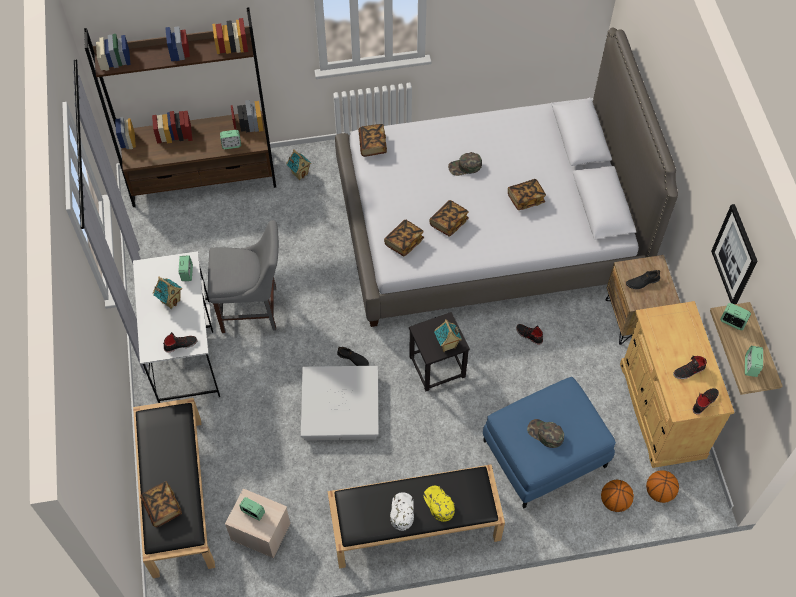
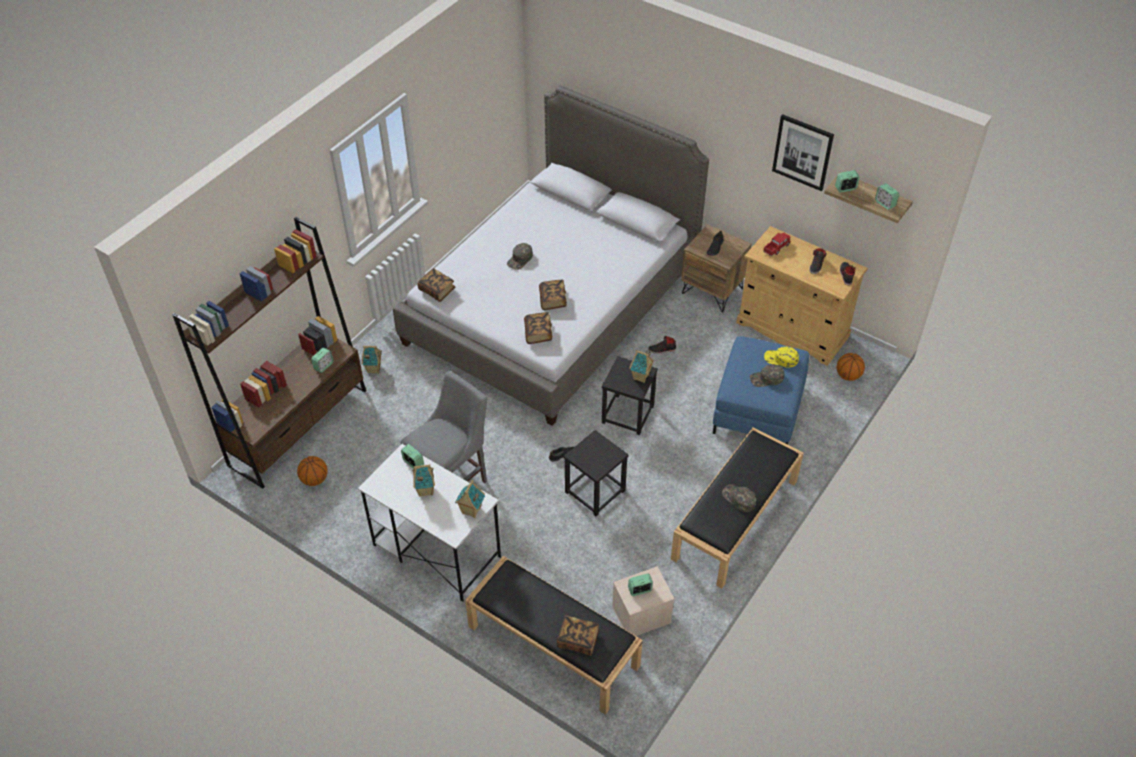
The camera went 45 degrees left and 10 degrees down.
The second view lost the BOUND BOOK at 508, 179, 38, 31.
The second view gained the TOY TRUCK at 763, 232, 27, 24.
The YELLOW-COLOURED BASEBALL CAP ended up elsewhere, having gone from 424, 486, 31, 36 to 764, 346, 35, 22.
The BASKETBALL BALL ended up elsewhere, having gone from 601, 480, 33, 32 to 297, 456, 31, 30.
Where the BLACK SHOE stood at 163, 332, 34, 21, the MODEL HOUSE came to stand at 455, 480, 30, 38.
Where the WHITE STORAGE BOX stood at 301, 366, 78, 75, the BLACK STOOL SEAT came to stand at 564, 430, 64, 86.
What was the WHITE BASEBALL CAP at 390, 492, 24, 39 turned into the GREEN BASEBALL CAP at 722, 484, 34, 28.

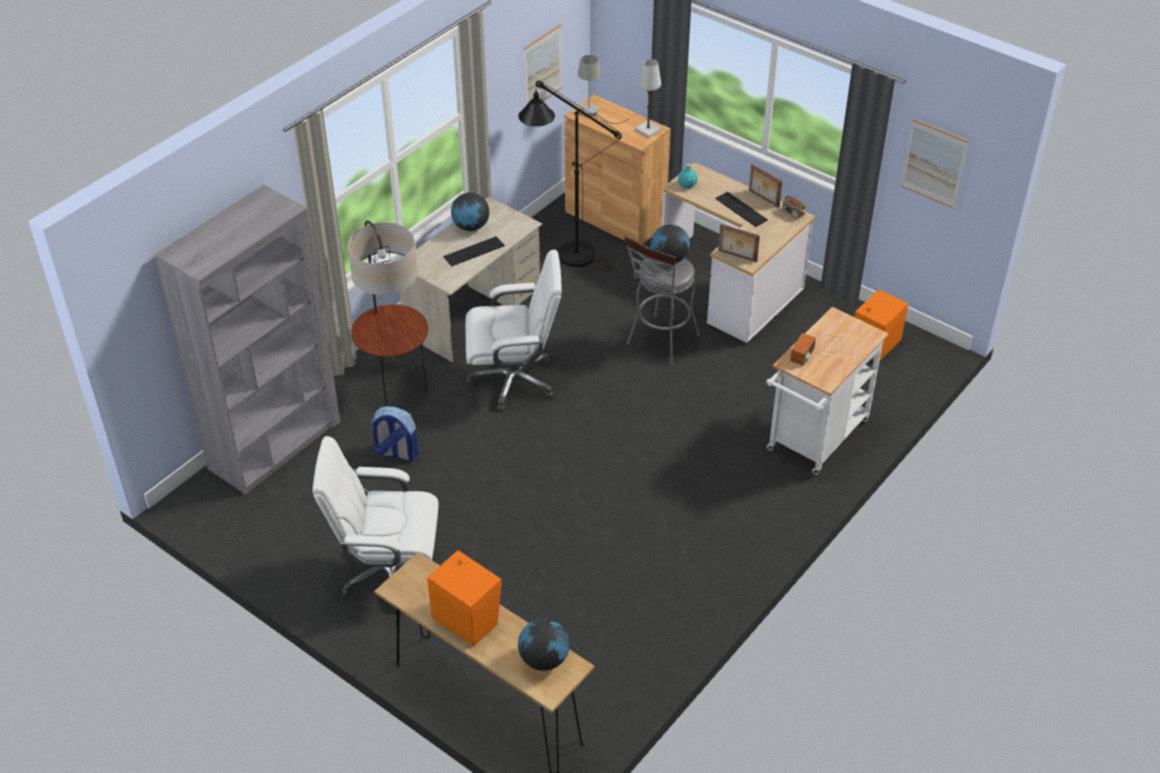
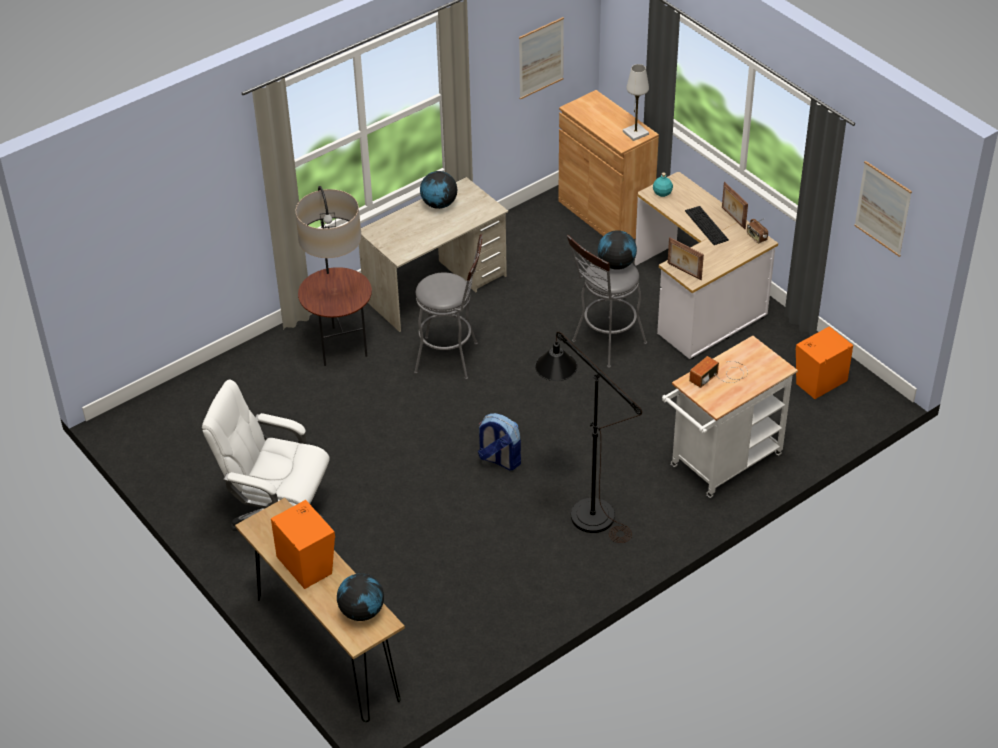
The camera went 15 degrees right and 0 degrees up.
The second view lost the GREYISH BOOKCASE at 154, 184, 186, 310.
The second view lost the COMPUTER KEYBOARD at 443, 236, 62, 30.
The second view lost the GREYISH LAMP FOR A TABLE at 578, 55, 50, 69.
The KNAPSACK ended up elsewhere, having gone from 371, 406, 48, 56 to 478, 413, 43, 57.
The BLACK STANDARD LAMP ended up elsewhere, having gone from 518, 80, 104, 191 to 535, 332, 107, 211.
Where the WHITE OFFICE CHAIR stood at 465, 250, 97, 161, the GREYISH STOOL SEAT came to stand at 414, 234, 68, 146.

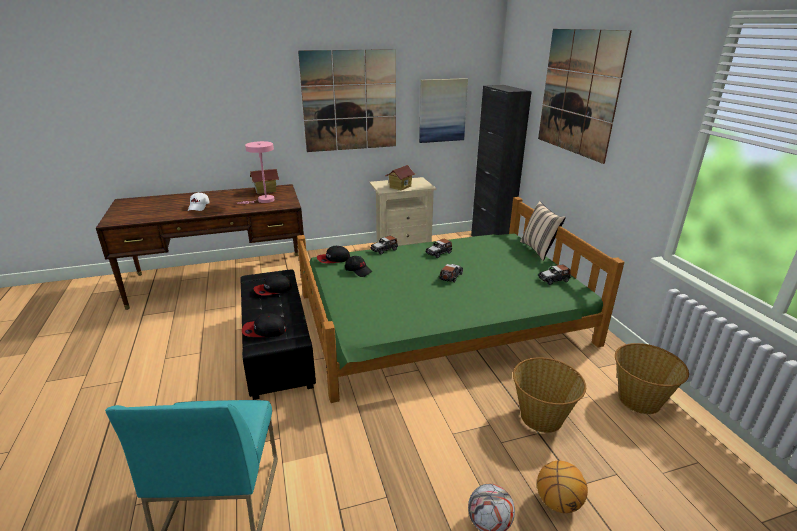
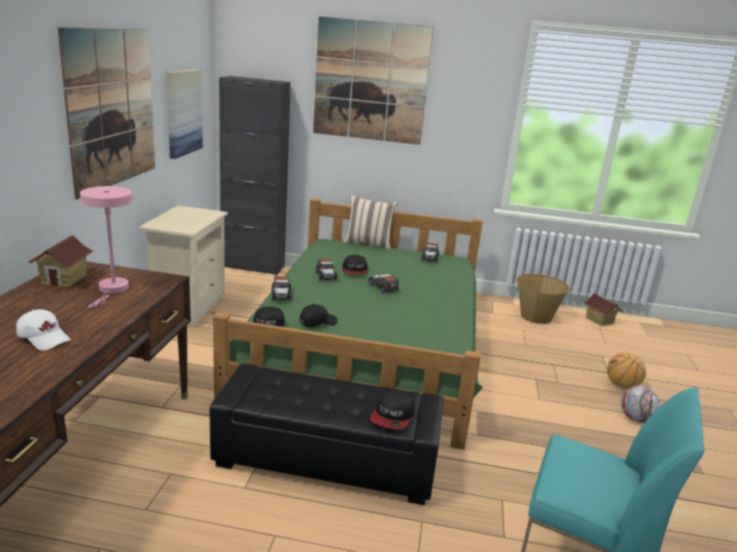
The camera went 65 degrees left and 5 degrees down.
The second view lost the BASKET at 513, 357, 73, 76.
The BASEBALL CAP ended up elsewhere, having gone from 253, 274, 39, 22 to 343, 255, 25, 19.
The MODEL HOUSE ended up elsewhere, having gone from 385, 165, 30, 25 to 584, 293, 39, 33.

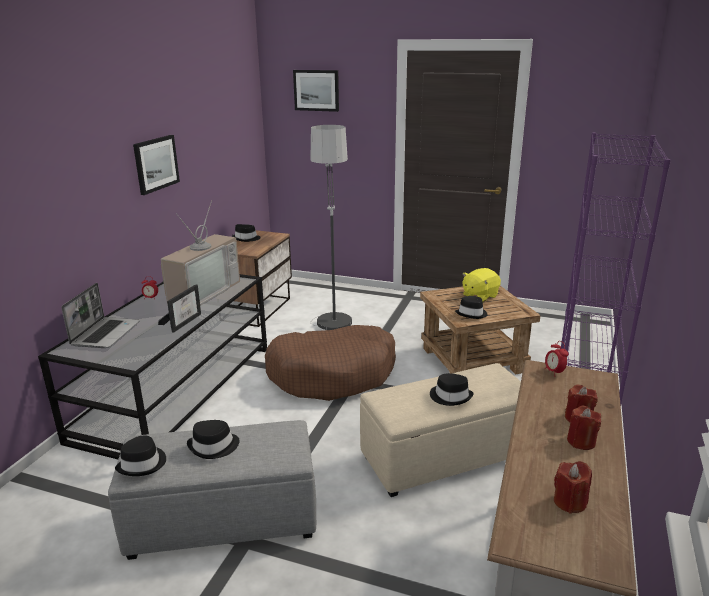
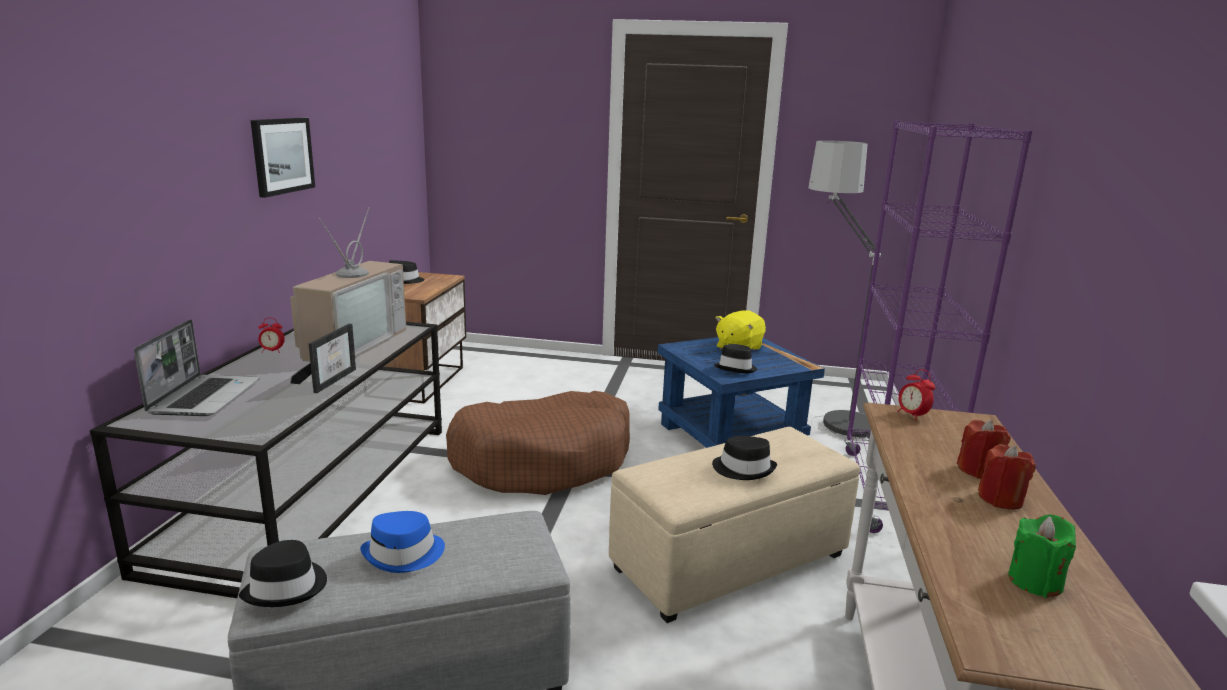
The camera went 10 degrees left and 5 degrees down.
The second view lost the WALL ART at 293, 70, 46, 42.
The STANDARD LAMP ended up elsewhere, having gone from 310, 125, 42, 205 to 808, 140, 73, 301.
What was the BLACK WEARABLE HAT at 187, 420, 53, 39 turned into the BLUE WEARABLE HAT at 360, 511, 85, 62.
What was the BROWN END TABLE at 420, 286, 121, 88 turned into the BLUE END TABLE at 658, 337, 167, 111.
What was the RED-COLOURED WAX LIGHT at 554, 461, 38, 53 turned into the GREEN WAX LIGHT at 1008, 514, 68, 84.

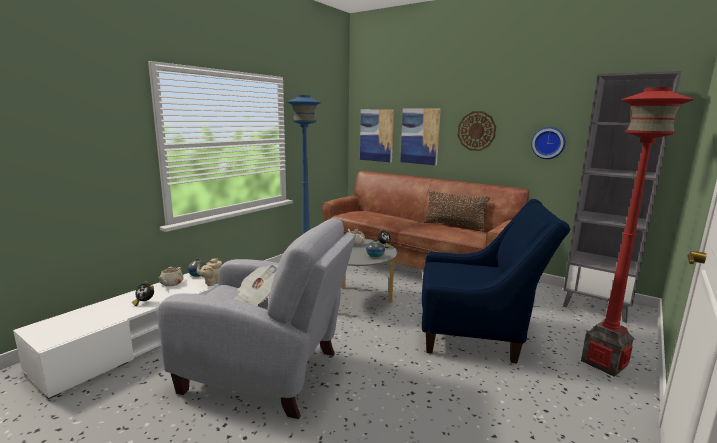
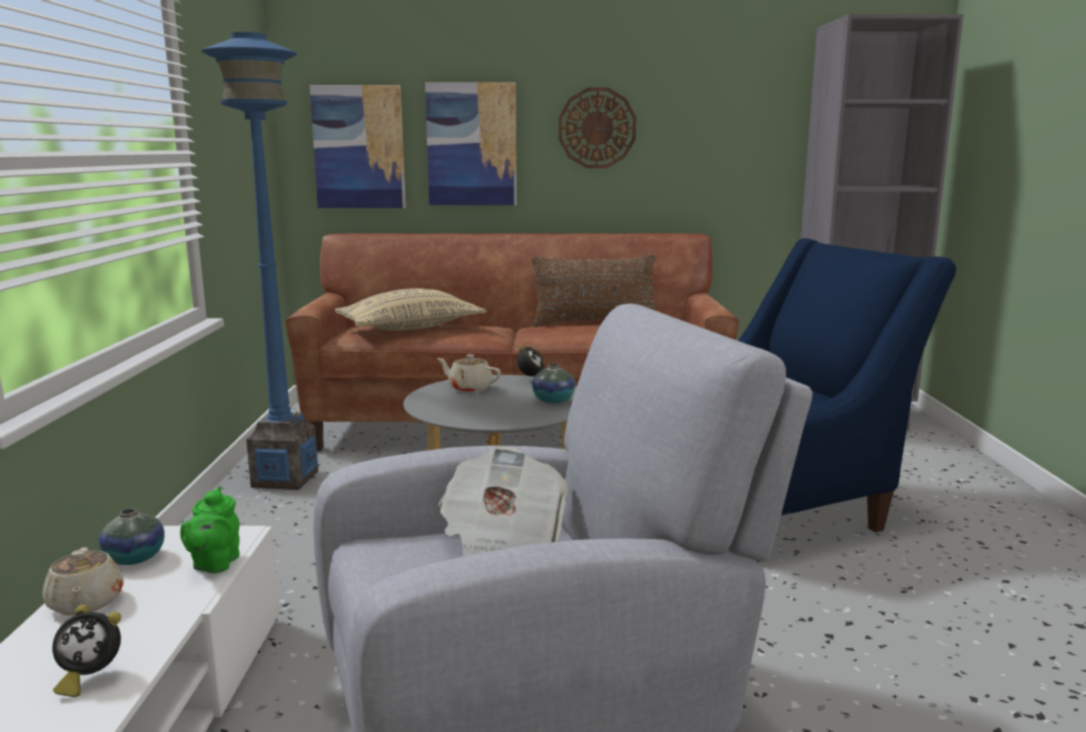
The camera went 35 degrees left and 0 degrees up.
The second view lost the CLOCK ON THE WALL at 531, 127, 35, 32.
The second view lost the RED-COLOURED STANDARD LAMP at 581, 87, 113, 290.
The second view gained the BEIGE-COLOURED THROW PILLOW at 335, 288, 152, 43.
What was the BEIGE-COLOURED POT FOR TEA at 197, 258, 25, 28 turned into the GREEN POT FOR TEA at 180, 487, 60, 87.

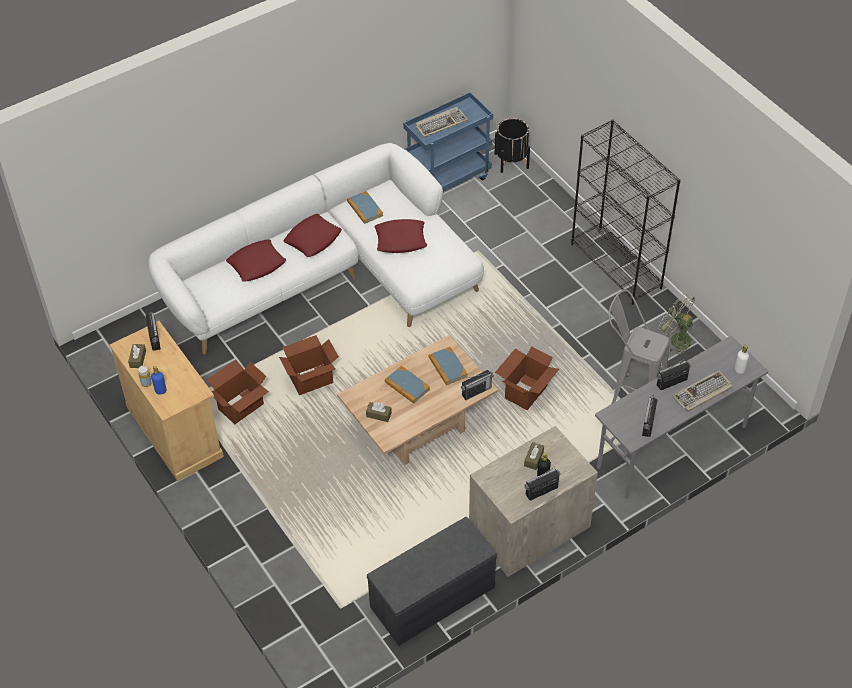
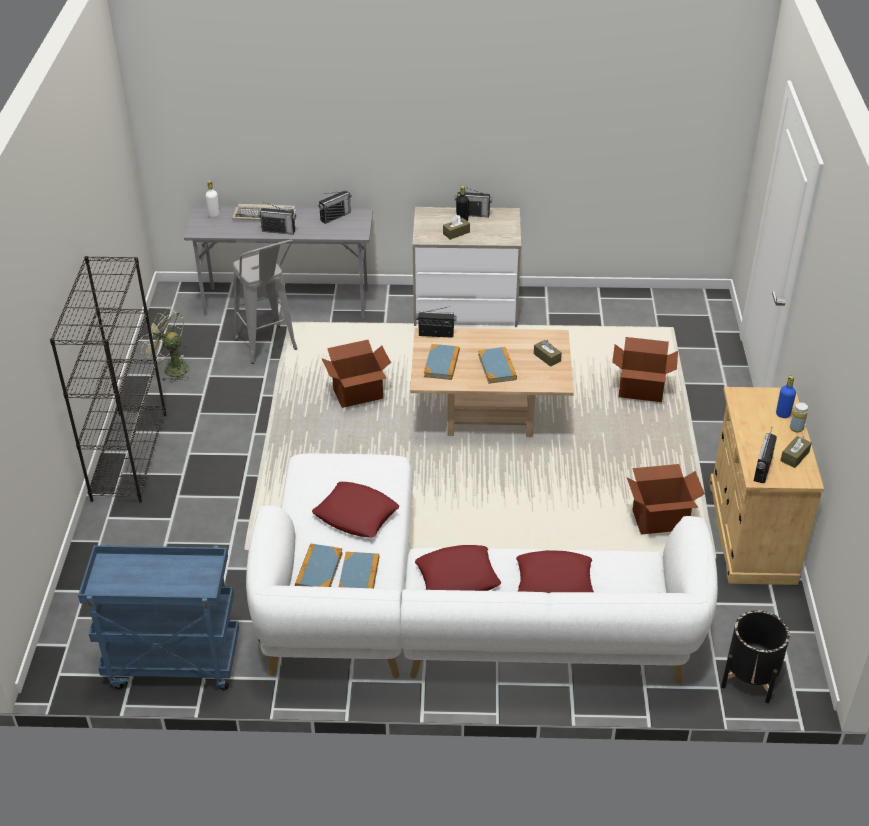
The camera went 145 degrees left and 10 degrees down.
The second view lost the GREYISH LONG SEAT at 367, 517, 130, 129.
The second view lost the COMPUTER KEYBOARD at 415, 107, 53, 31.
The second view gained the BOUND BOOK at 295, 544, 48, 43.
The CARDBOARD BOX ended up elsewhere, having gone from 279, 335, 60, 60 to 612, 337, 66, 65.
The BLACK PLANTER ended up elsewhere, having gone from 495, 118, 35, 55 to 721, 610, 69, 93.
The GREEN COOLING FAN at 658, 293, 37, 62 ended up facing another way, 135 degrees clockwise from before.

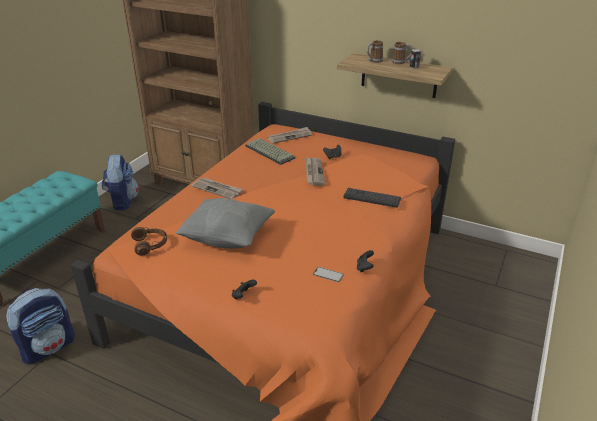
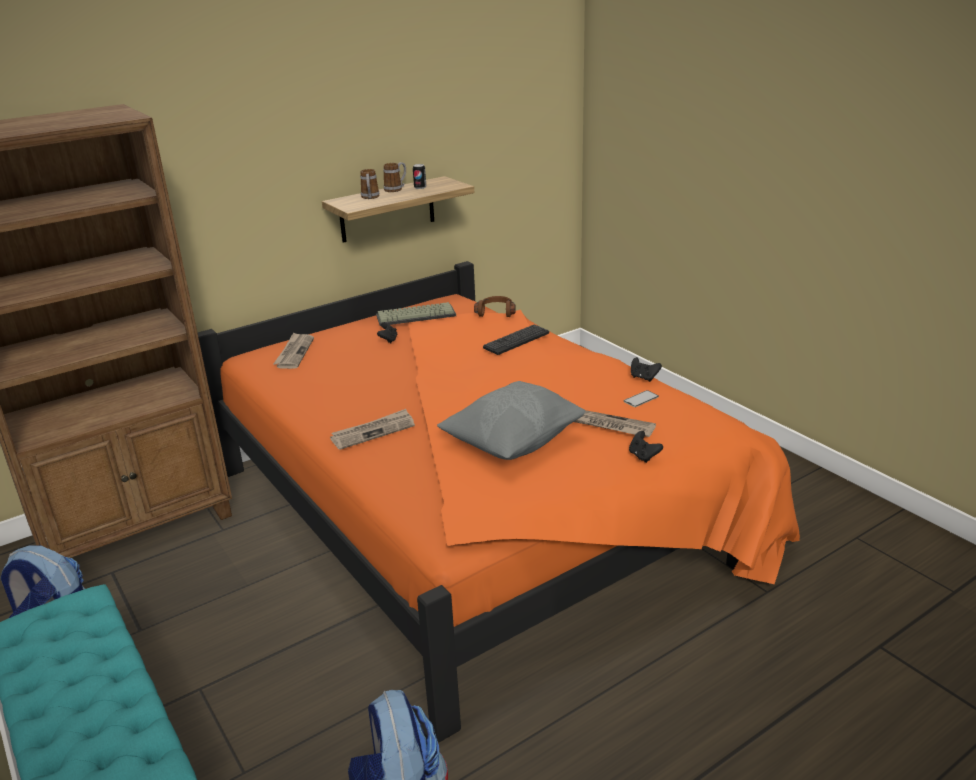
The camera went 60 degrees left and 5 degrees down.
The BROWN HEADSET ended up elsewhere, having gone from 131, 227, 36, 29 to 474, 296, 42, 21.
The COMPUTER KEYBOARD ended up elsewhere, having gone from 245, 138, 50, 27 to 376, 302, 80, 24.
The PRINTED PAPER ended up elsewhere, having gone from 306, 157, 20, 28 to 574, 410, 82, 27.

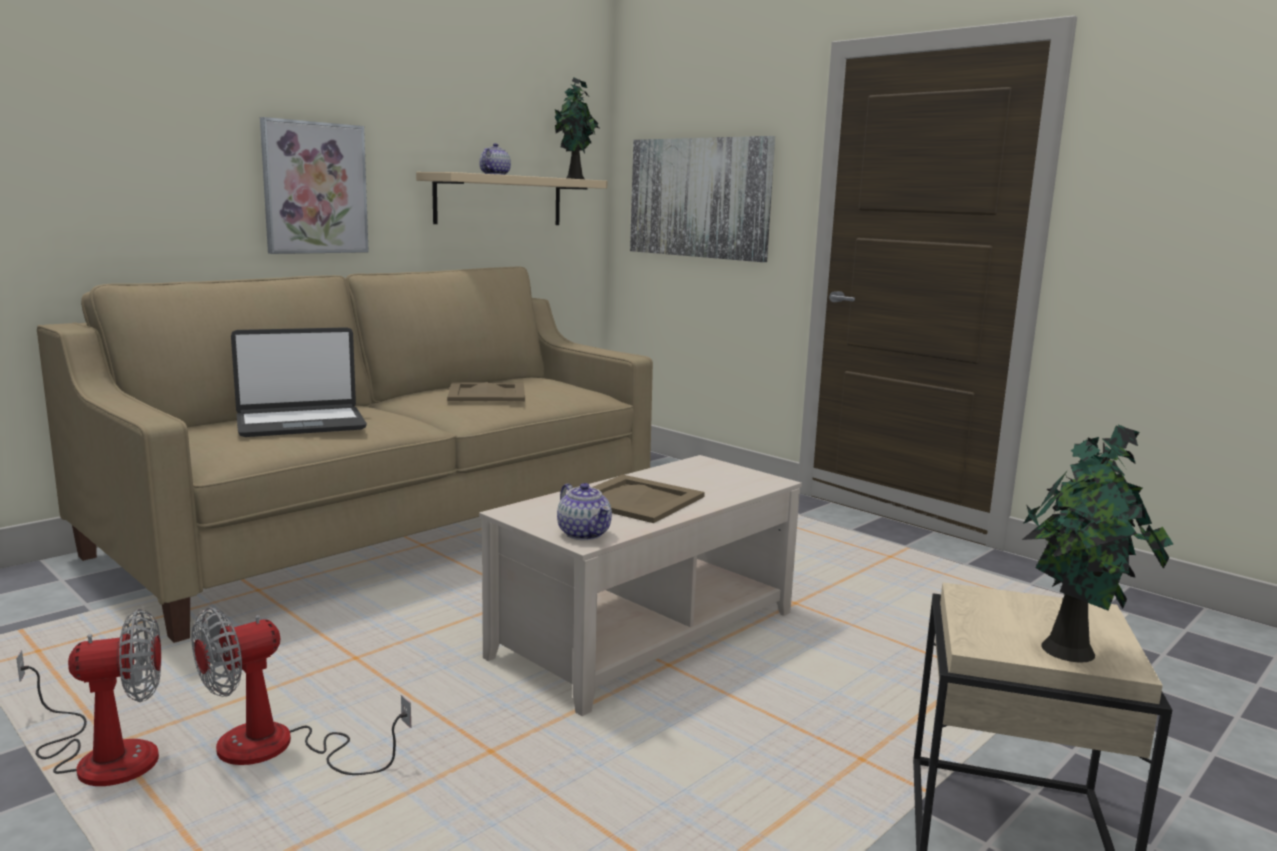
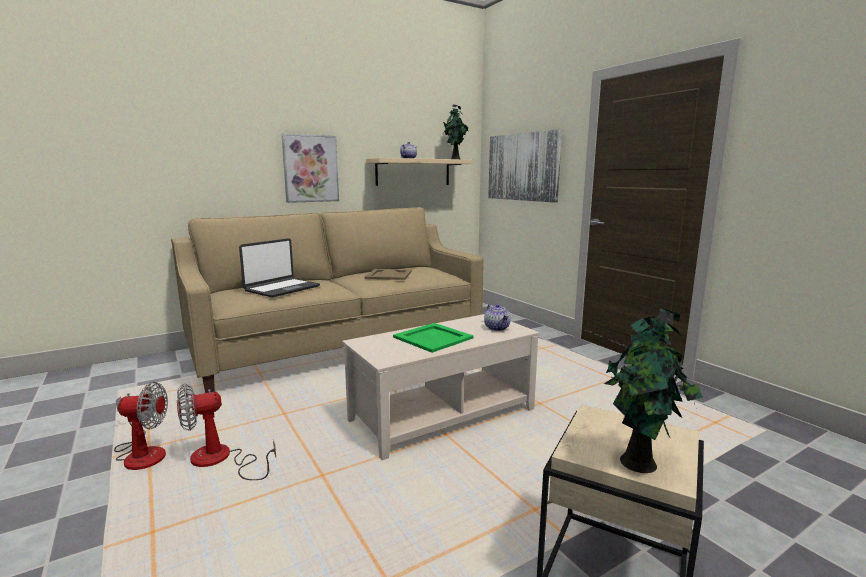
The camera went 15 degrees right and 0 degrees up.
The POT FOR TEA ended up elsewhere, having gone from 557, 483, 55, 57 to 484, 304, 27, 27.
What was the BEIGE-COLOURED TRAY at 592, 474, 113, 49 turned into the GREEN TRAY at 393, 323, 81, 30.
The PORTABLE COMPUTER at 231, 327, 136, 110 ended up facing another way, 45 degrees counterclockwise from before.

